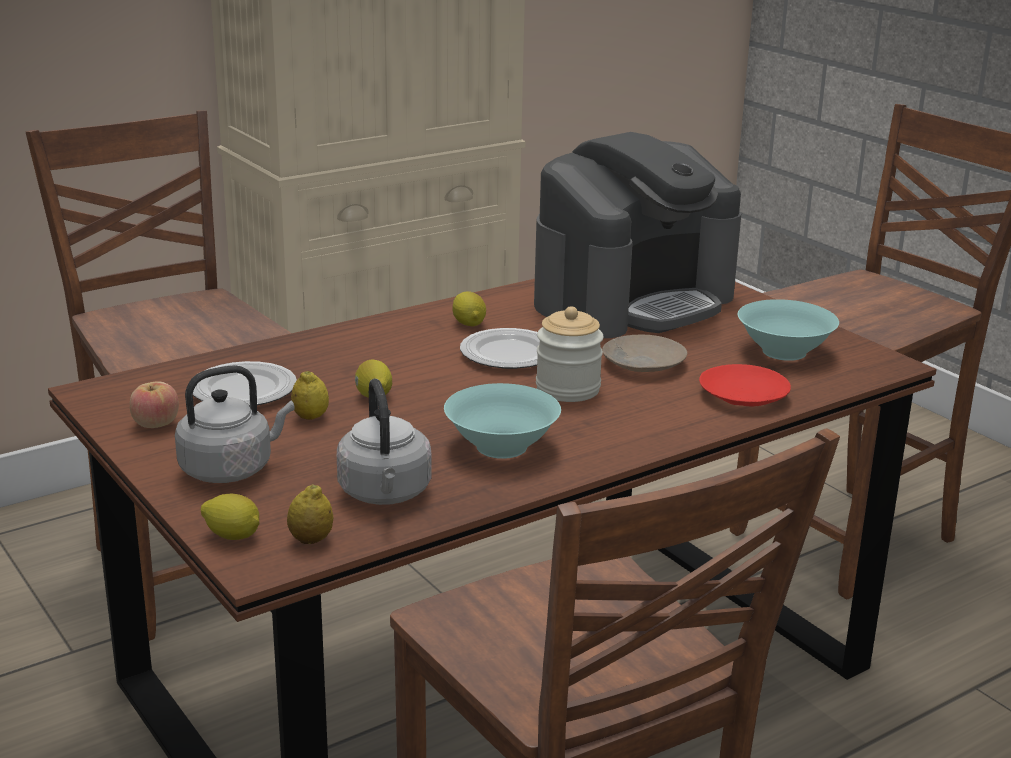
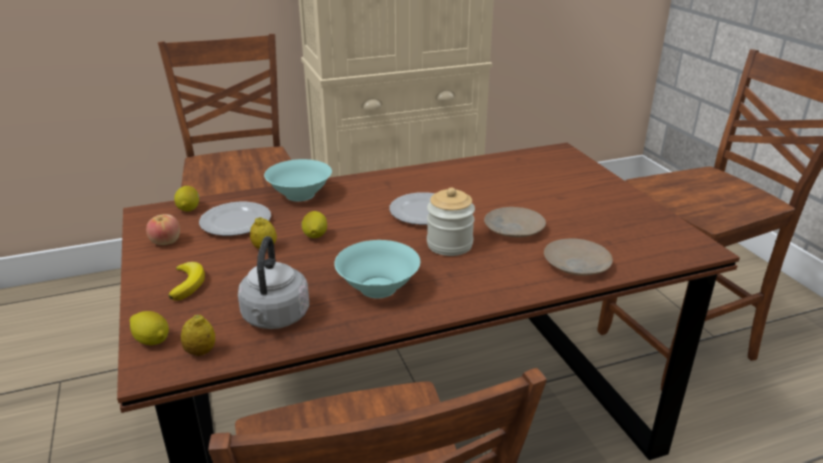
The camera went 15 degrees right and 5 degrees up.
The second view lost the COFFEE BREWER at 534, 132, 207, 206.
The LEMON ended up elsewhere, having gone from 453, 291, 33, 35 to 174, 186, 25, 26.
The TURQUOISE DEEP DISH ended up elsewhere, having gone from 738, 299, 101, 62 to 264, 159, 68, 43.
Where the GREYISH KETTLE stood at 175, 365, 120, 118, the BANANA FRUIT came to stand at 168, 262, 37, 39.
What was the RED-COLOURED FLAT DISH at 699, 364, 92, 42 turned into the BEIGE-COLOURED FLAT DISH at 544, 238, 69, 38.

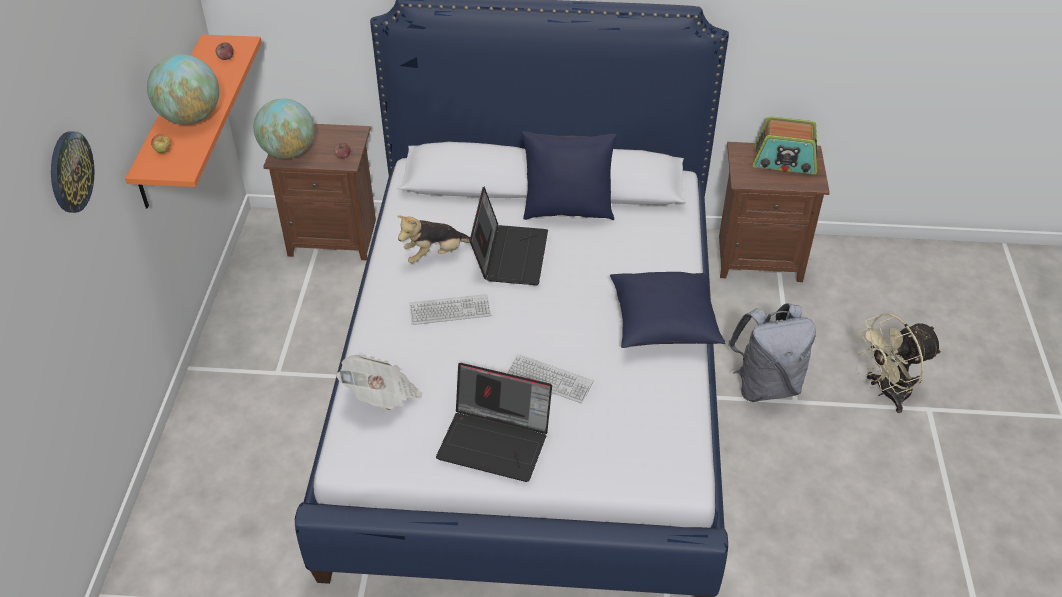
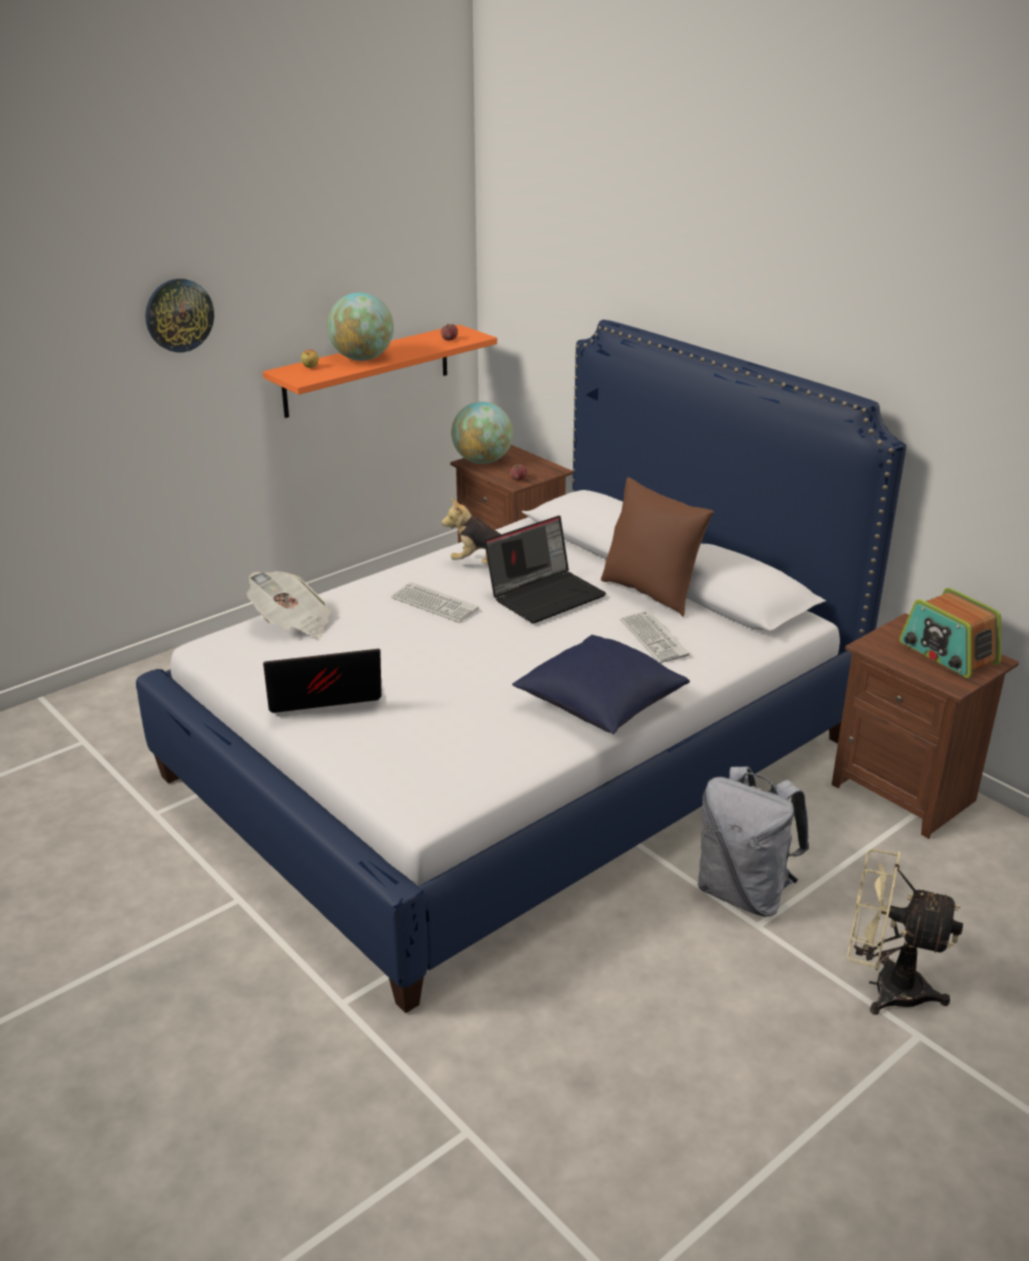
The camera went 45 degrees right and 15 degrees down.
The COMPUTER KEYBOARD ended up elsewhere, having gone from 507, 354, 87, 49 to 620, 610, 69, 53.
What was the BLUE THROW PILLOW at 522, 131, 95, 89 turned into the BROWN THROW PILLOW at 601, 477, 113, 140.
The PORTABLE COMPUTER at 436, 363, 116, 119 ended up facing another way, 105 degrees clockwise from before.

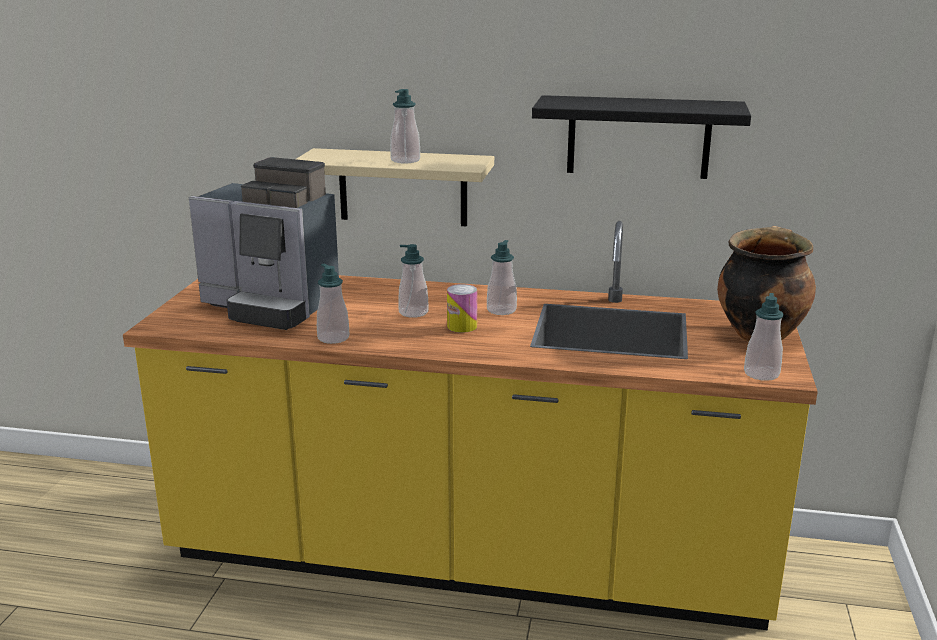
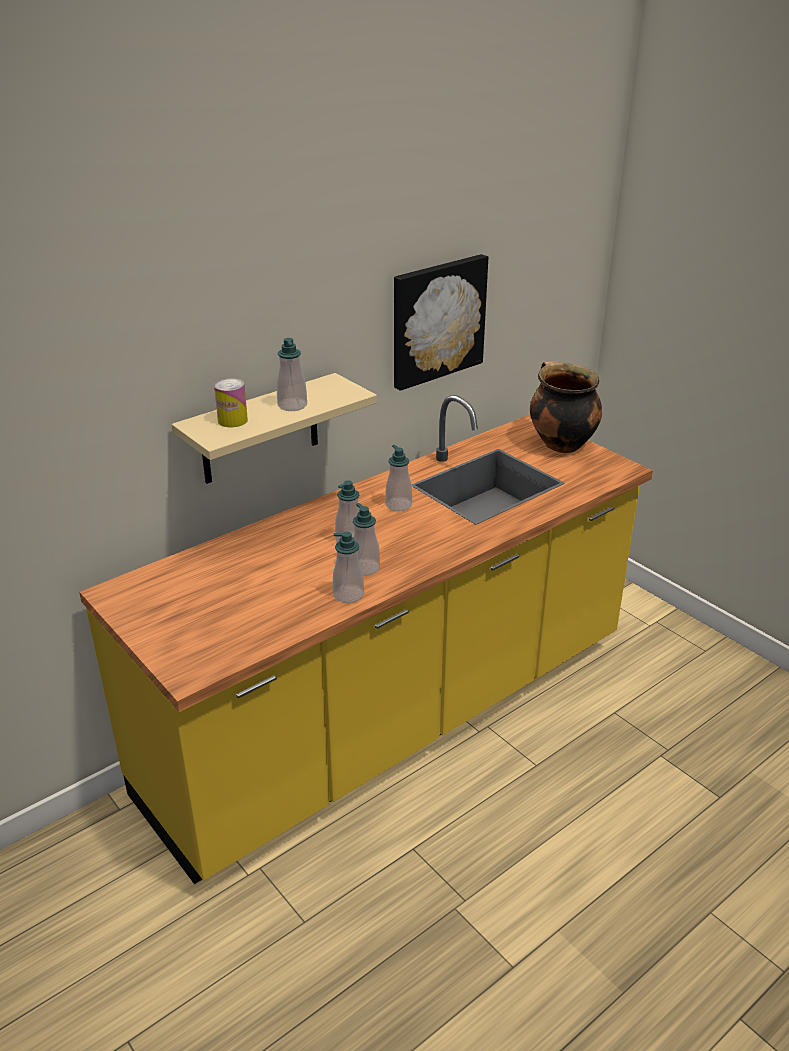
The camera went 50 degrees left and 10 degrees up.
The second view lost the COFFEE BREWER at 189, 157, 150, 173.
The CAN ended up elsewhere, having gone from 447, 284, 30, 49 to 214, 378, 34, 49.
The SOAP DISPENSER ended up elsewhere, having gone from 744, 293, 40, 88 to 353, 503, 27, 73.
Where the BLACK BRACKET SHELF hung at 532, 95, 219, 84, the WALL ART came to hang at 394, 254, 94, 137.

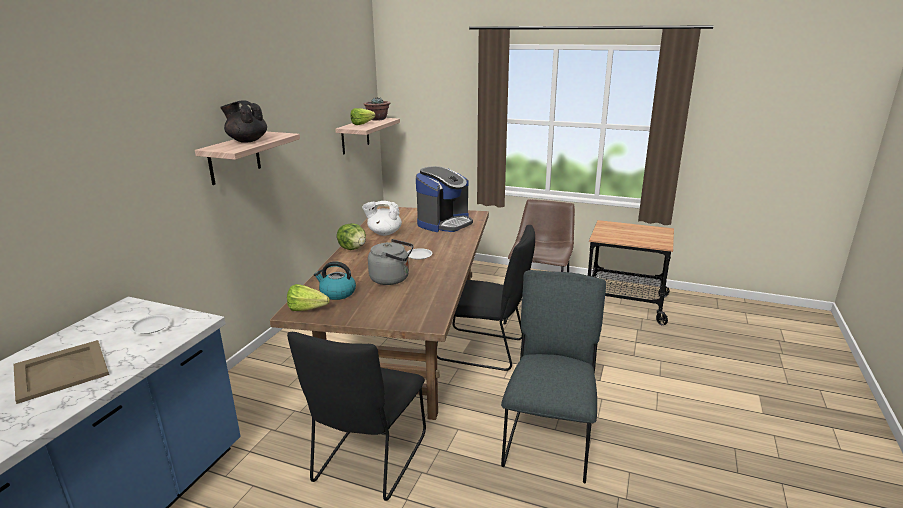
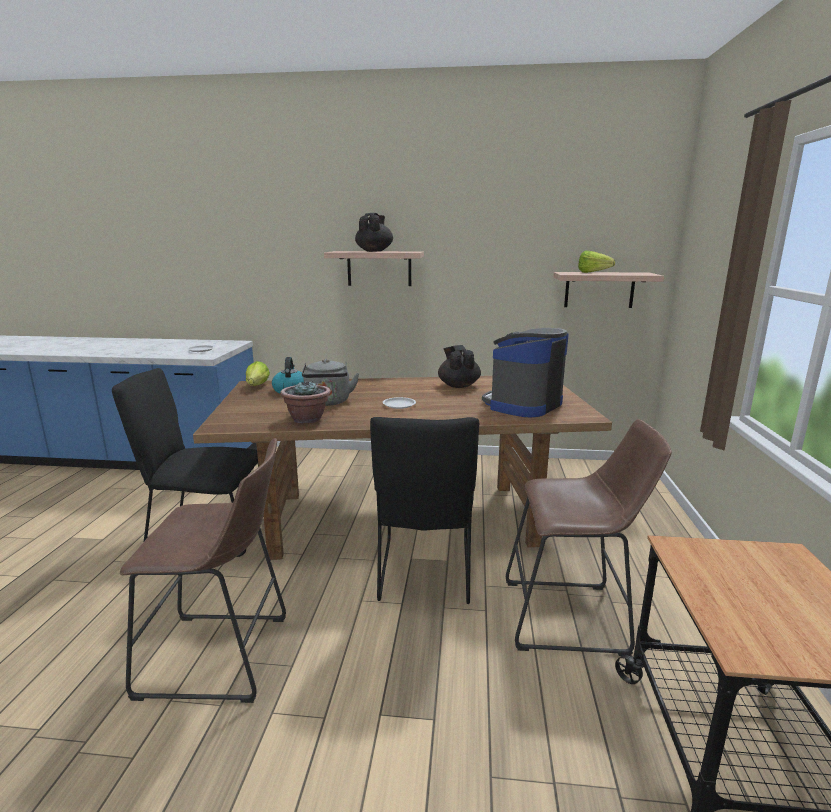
The camera went 75 degrees right and 5 degrees down.
The second view lost the BEIGE-COLOURED TRAY at 14, 340, 95, 64.
The second view lost the LETTUCE HEAD at 337, 223, 29, 27.
The HOUSEPLANT ended up elsewhere, having gone from 364, 97, 26, 24 to 280, 380, 51, 43.
Where the GREYISH PLAIN CHAIR stood at 501, 270, 105, 213, the BROWN STOOL SEAT came to stand at 120, 438, 166, 265.
What was the WHITE POT FOR TEA at 362, 201, 40, 35 turned into the BLACK POT FOR TEA at 438, 345, 43, 43.
The COFFEE BREWER at 416, 166, 57, 66 ended up facing another way, 105 degrees clockwise from before.

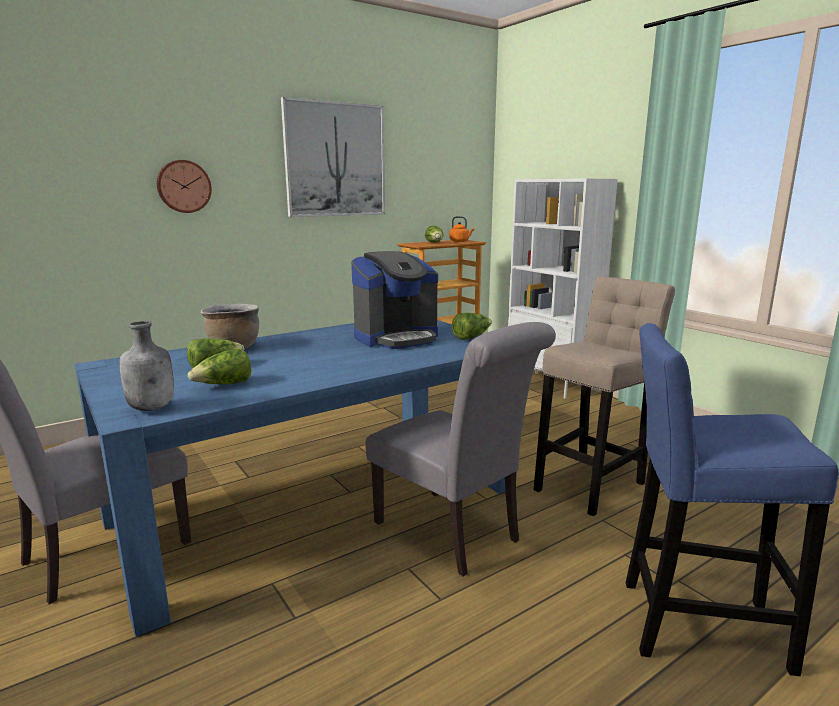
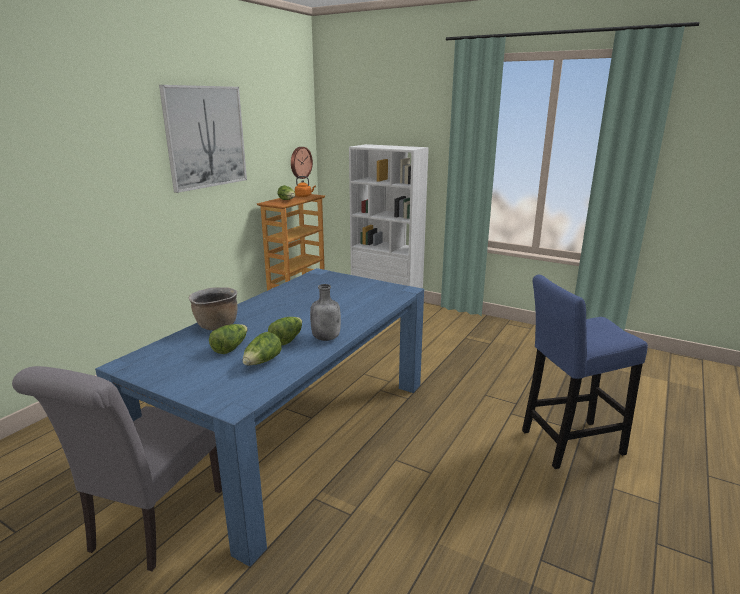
The camera went 25 degrees left and 5 degrees up.
The second view lost the COFFEE BREWER at 351, 251, 87, 98.
The second view lost the GREYISH PLAIN CHAIR at 366, 322, 190, 255.
The second view lost the BEIGE-COLOURED STOOL SEAT at 534, 276, 141, 240.
The GREYISH DRINK BOTTLE ended up elsewhere, having gone from 119, 321, 55, 90 to 310, 284, 31, 57.
The CLOCK ON THE WALL ended up elsewhere, having gone from 157, 160, 55, 53 to 291, 147, 22, 32.
The LETTUCE HEAD ended up elsewhere, having gone from 452, 313, 40, 27 to 268, 317, 34, 28.

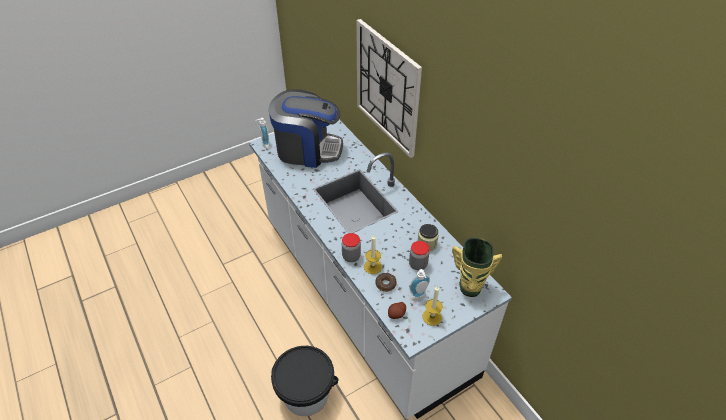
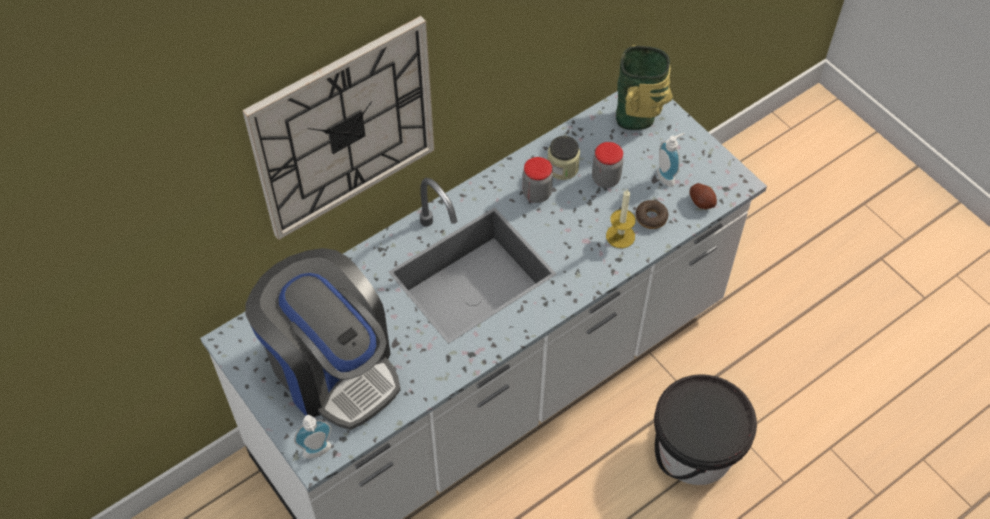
The camera went 95 degrees left and 10 degrees up.
The second view lost the WAX LIGHT at 423, 286, 20, 40.
The STORAGE JAR ended up elsewhere, having gone from 342, 233, 19, 29 to 522, 157, 31, 46.
The COFFEE BREWER at 269, 89, 74, 79 ended up facing another way, 135 degrees clockwise from before.

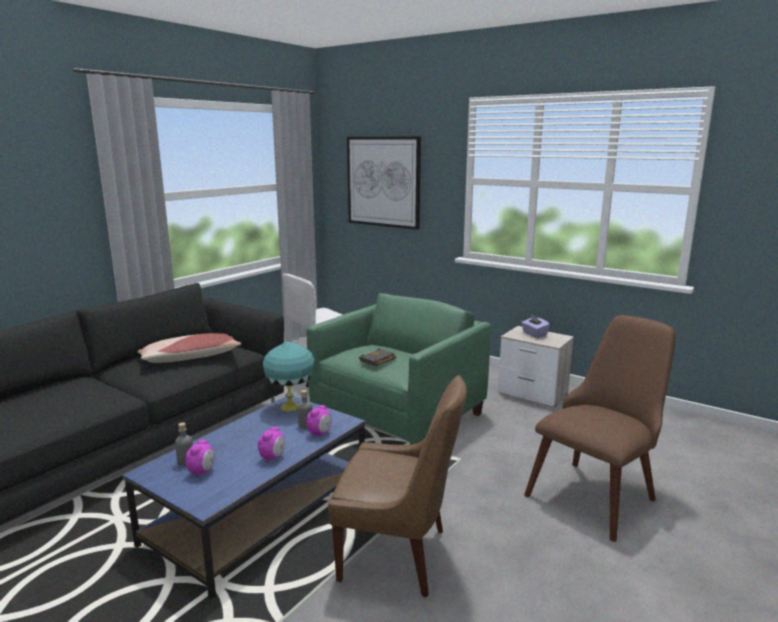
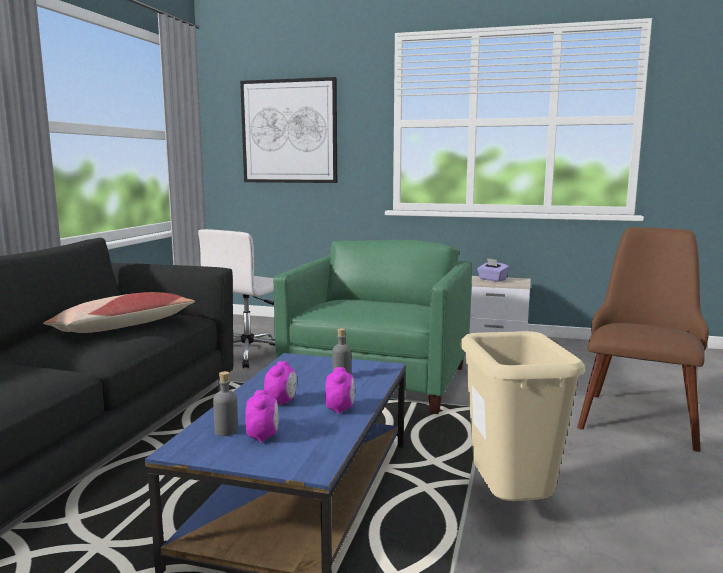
The camera went 20 degrees left and 5 degrees down.
The second view lost the TURQUOISE LAMP FOR A TABLE at 263, 341, 51, 71.
The second view lost the BLACK BOUND BOOK at 359, 349, 37, 18.
The ALARM CLOCK ended up elsewhere, having gone from 306, 405, 26, 32 to 264, 361, 33, 44.
Where the BROWN PLAIN CHAIR stood at 328, 375, 139, 222, the BEIGE-COLOURED TRASH CAN came to stand at 460, 331, 125, 170.

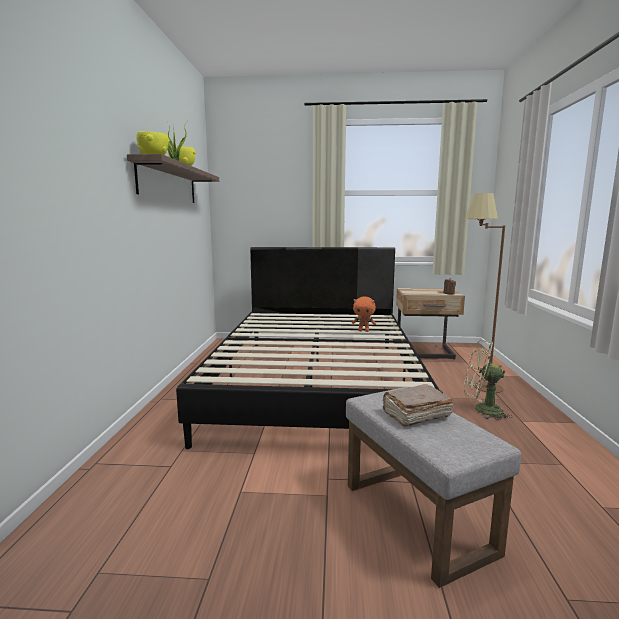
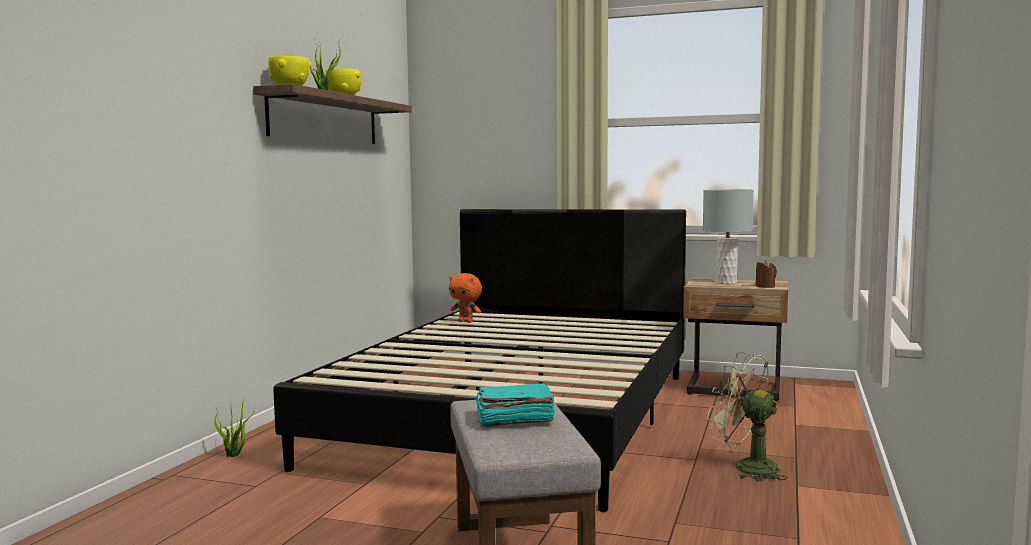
The camera went 15 degrees right and 5 degrees down.
The second view lost the BROWN STANDARD LAMP at 465, 193, 40, 200.
The second view gained the HOUSEPLANT at 214, 396, 41, 61.
The second view gained the GREYISH LAMP FOR A TABLE at 703, 189, 51, 95.
The ORANGE PLUSH TOY ended up elsewhere, having gone from 352, 297, 24, 35 to 449, 273, 33, 50.
What was the BROWN BOUND BOOK at 382, 384, 72, 43 turned into the TURQUOISE BOUND BOOK at 476, 383, 79, 45.

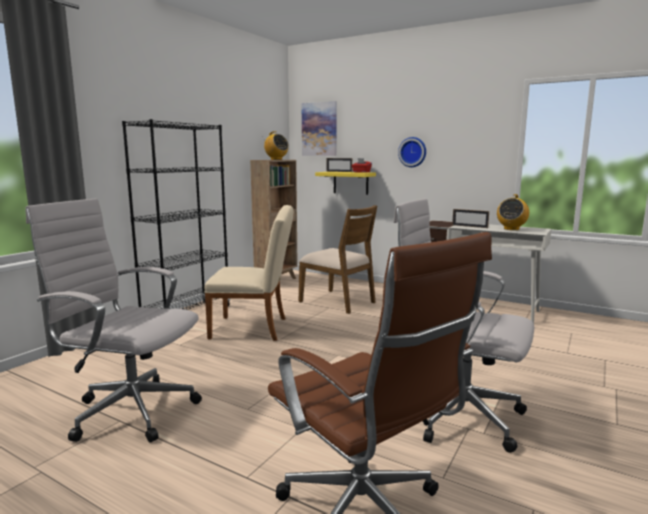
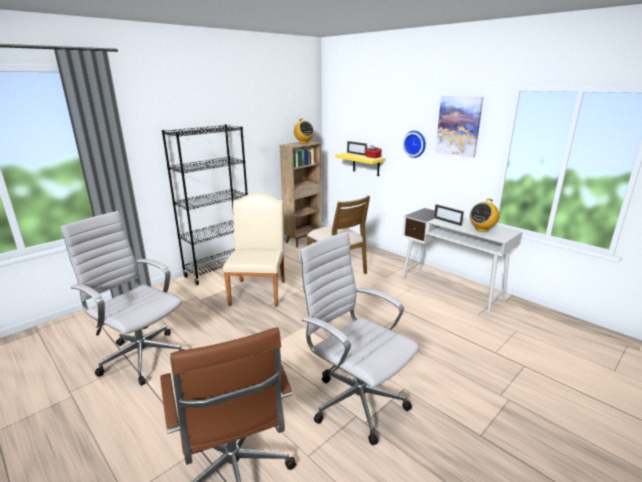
The camera went 15 degrees right and 10 degrees up.
The WALL ART ended up elsewhere, having gone from 302, 101, 35, 55 to 435, 96, 48, 62.
The BEIGE-COLOURED PLAIN CHAIR at 204, 205, 89, 136 ended up facing another way, 105 degrees counterclockwise from before.

